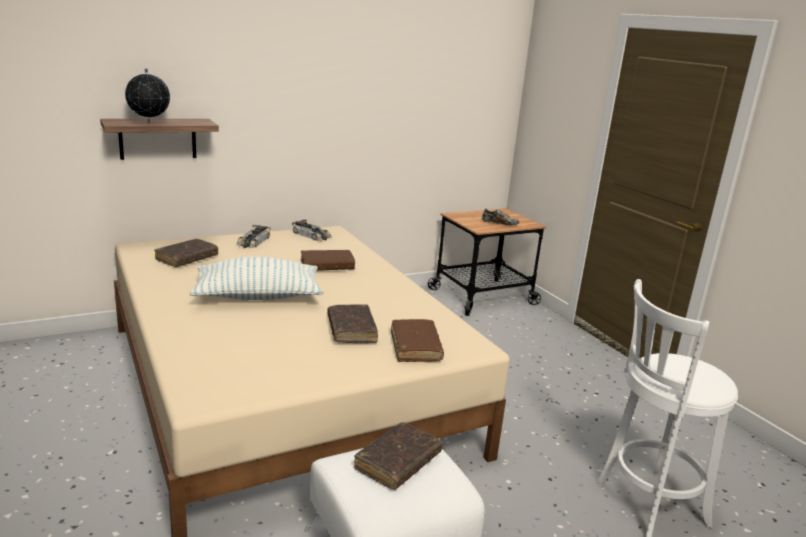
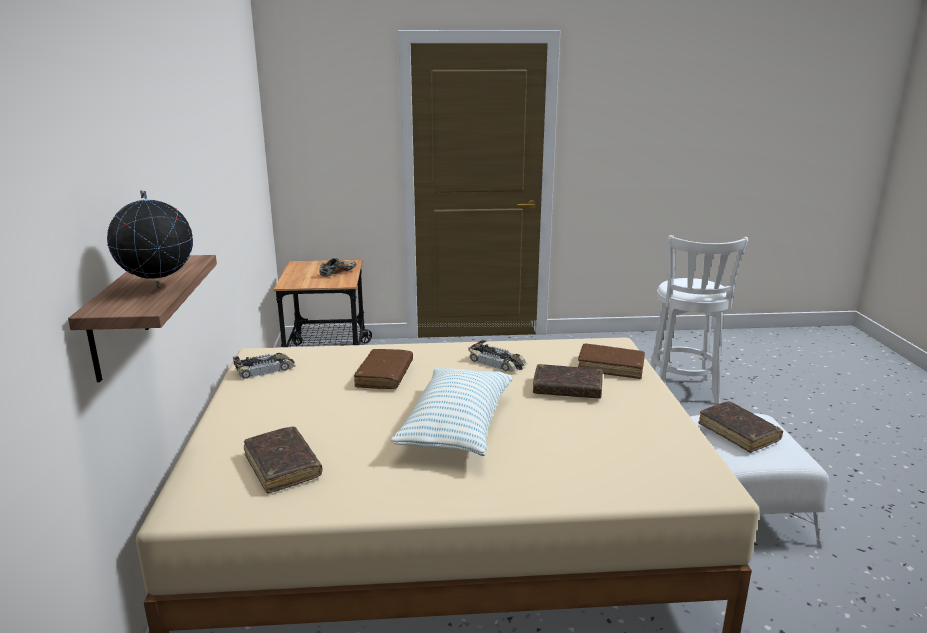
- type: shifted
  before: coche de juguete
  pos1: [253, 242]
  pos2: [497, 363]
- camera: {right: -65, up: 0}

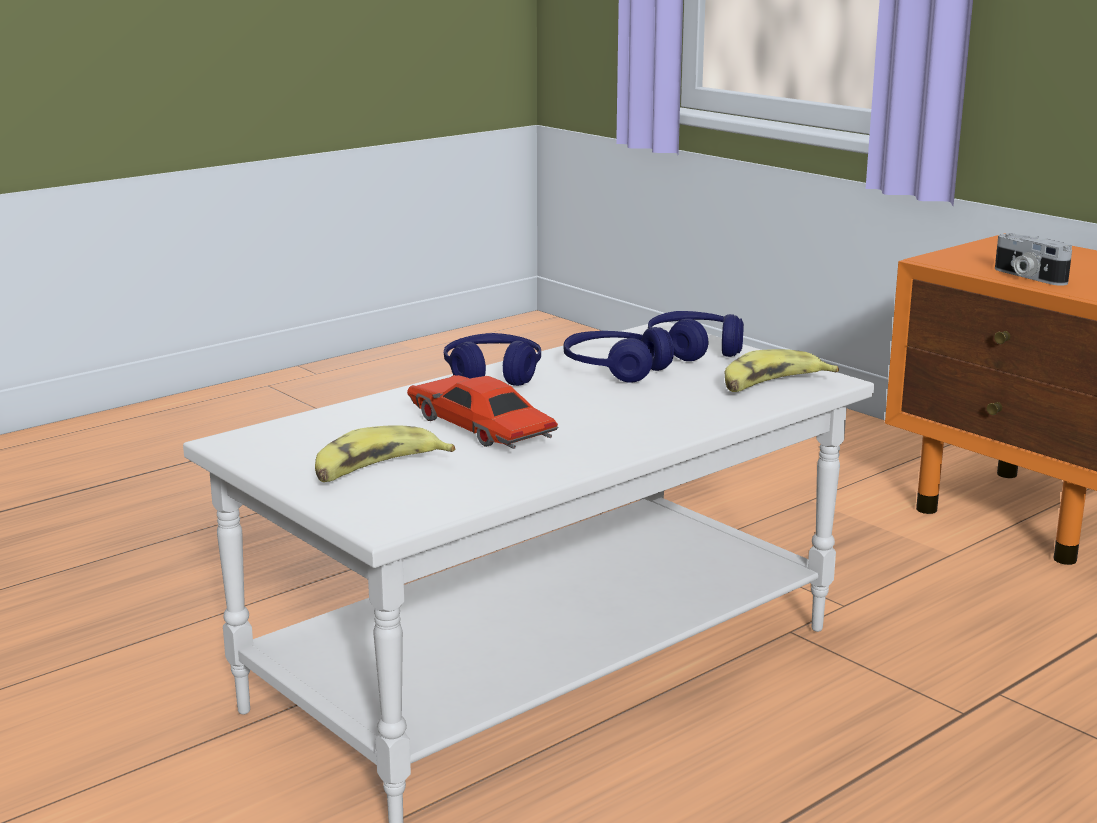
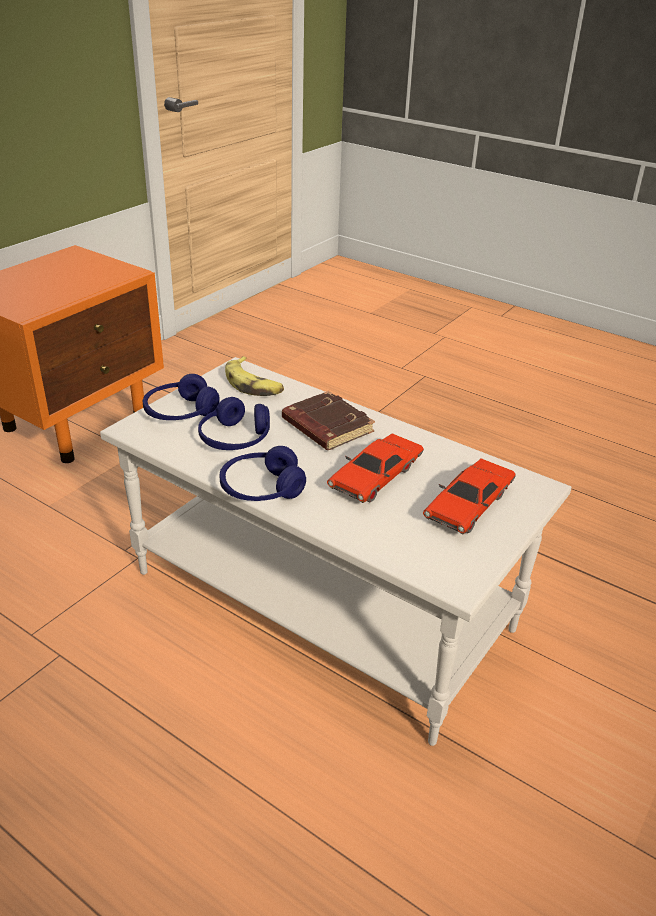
- type: gone
  before: cámara
  pos1: [1027, 276]
- type: new
  after: libro (marrón)
  pos2: [325, 427]
- type: swapped
  before: plátano
  after: coche de juguete (rojo)
  pos1: [376, 470]
  pos2: [469, 505]
- camera: {right: -105, up: 15}

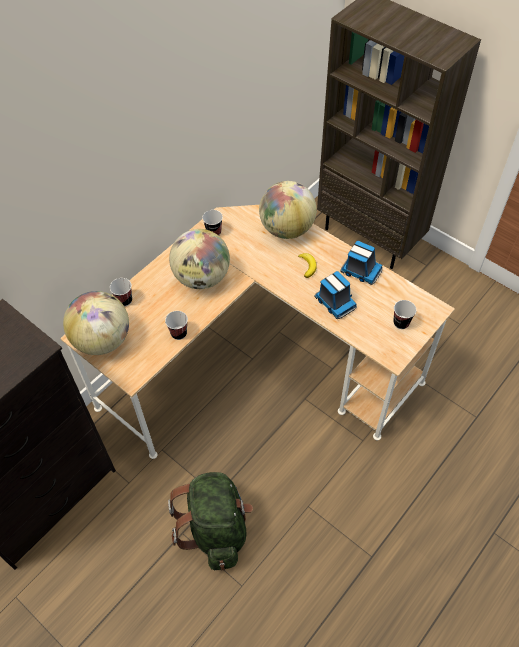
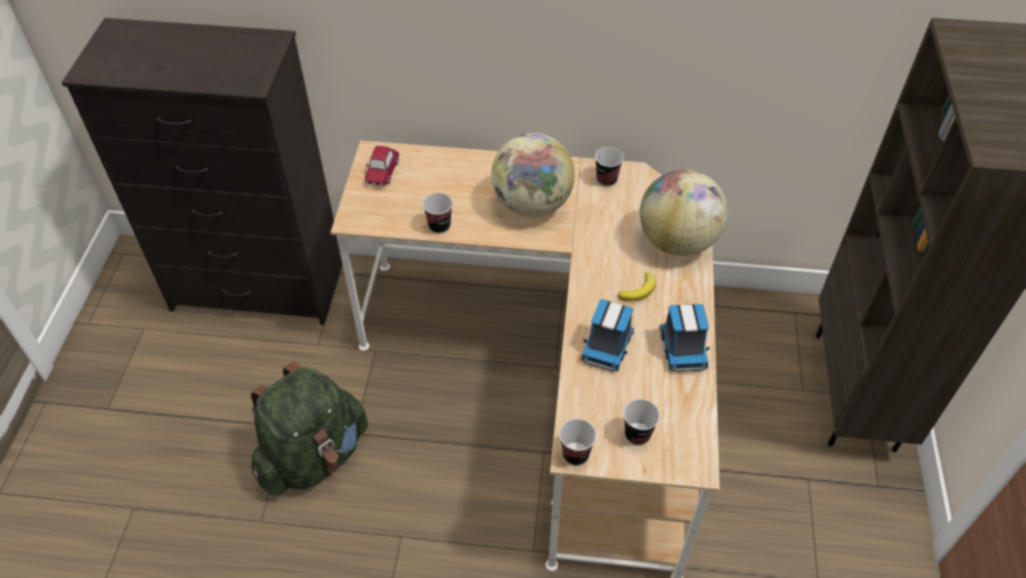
- type: shifted
  before: taza
  pos1: [124, 300]
  pos2: [575, 454]
- type: swapped
  before: globo terráqueo
  after: coche de juguete
  pos1: [103, 340]
  pos2: [382, 172]
- camera: {right: 55, up: -5}

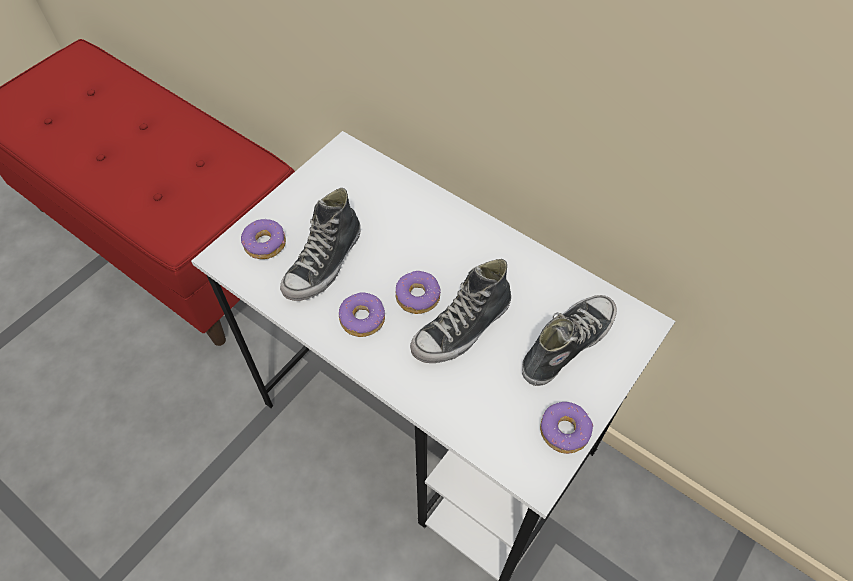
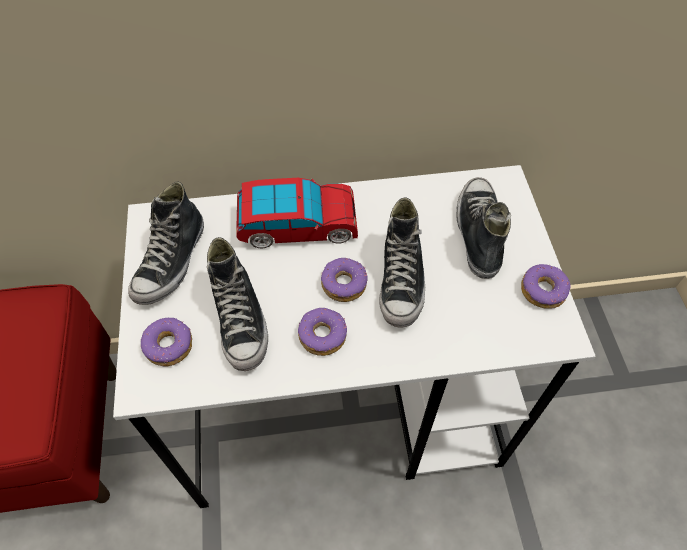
- type: new
  after: zapato
  pos2: [171, 262]
- type: new
  after: coche de juguete
  pos2: [297, 225]
- camera: {right: -45, up: 0}

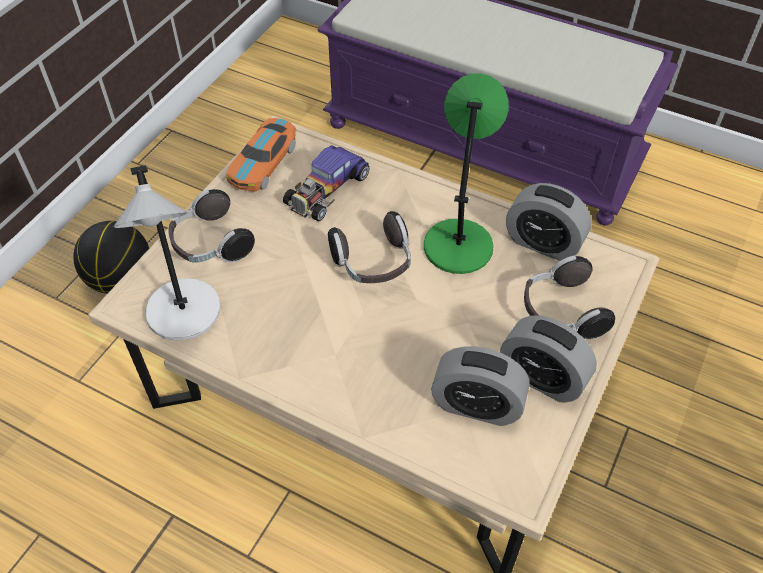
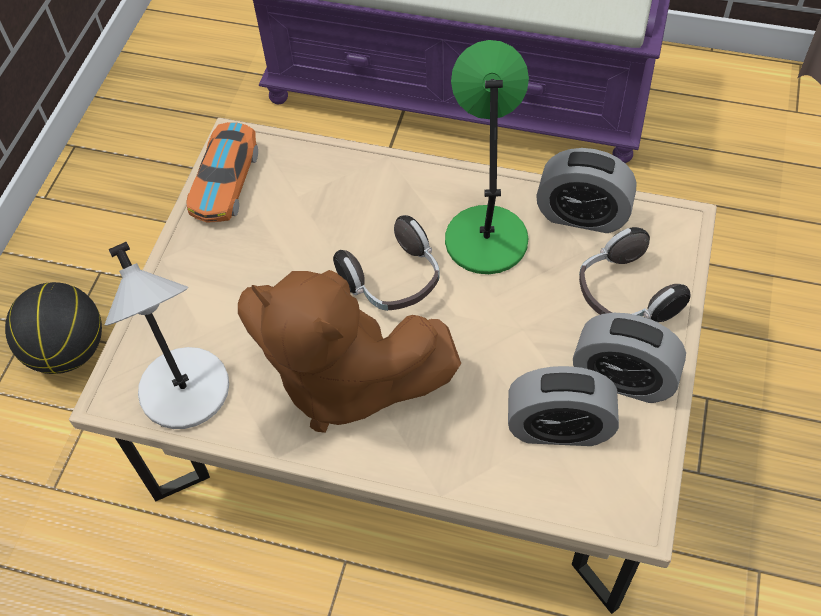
- type: gone
  before: auriculares
  pos1: [210, 244]
- type: gone
  before: coche de juguete
  pos1: [326, 189]
- type: new
  after: peluche (marrón)
  pos2: [343, 379]
- camera: {right: -10, up: 5}

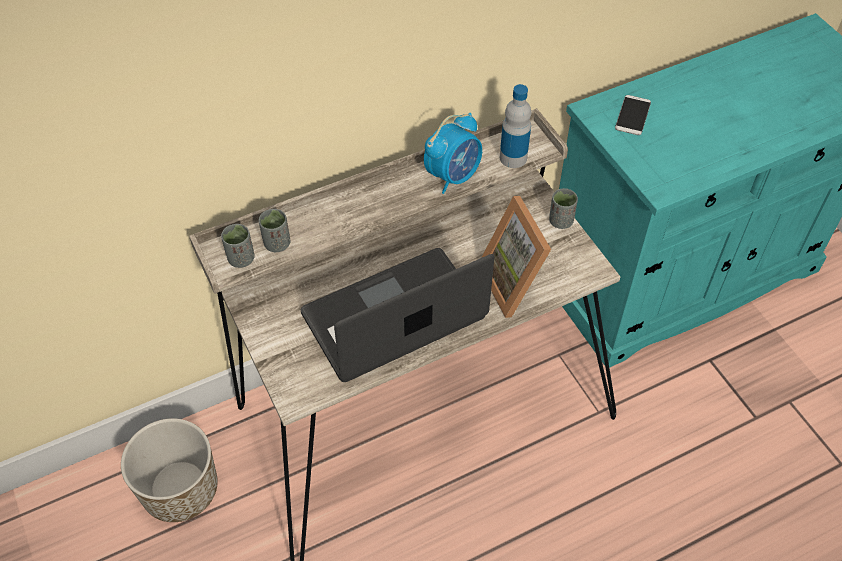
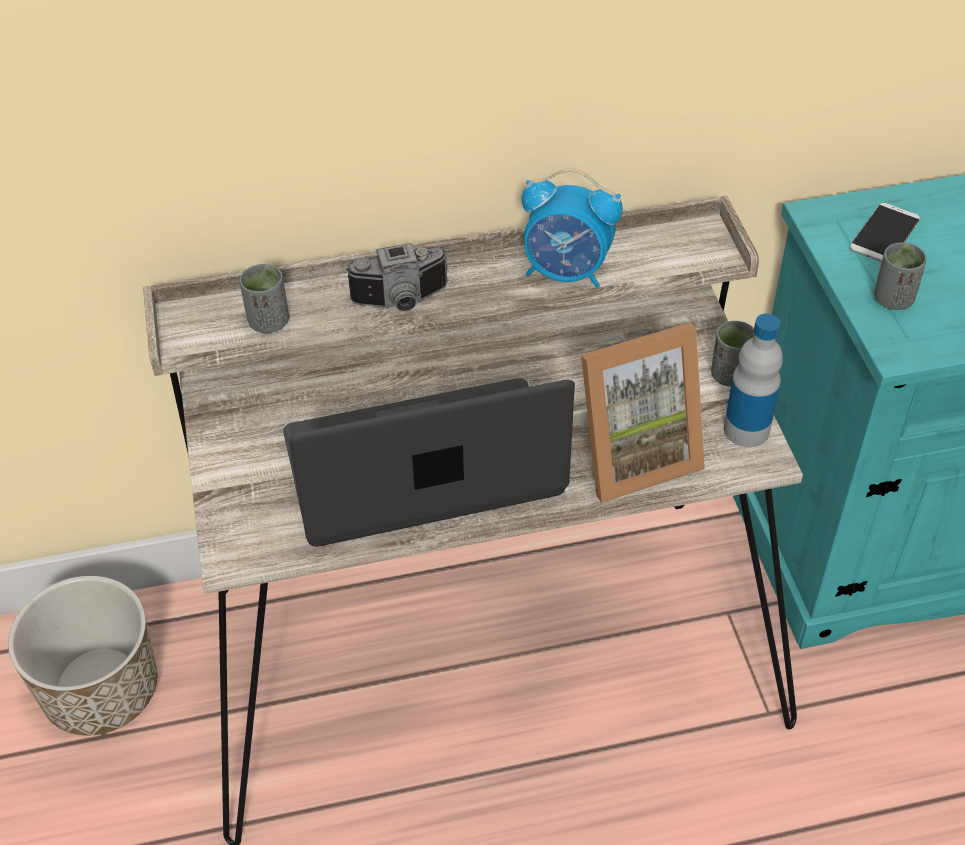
- type: new
  after: cámara
  pos2: [402, 302]
- type: shifted
  before: taza (gris)
  pos1: [241, 259]
  pos2: [893, 299]
- type: shifted
  before: botella
  pos1: [513, 158]
  pos2: [746, 430]
- type: rotated
  before: despertador
  pos1: [453, 176]
  pos2: [567, 272]
  turn: 45
- type: rotated
  before: portarretratos
  pos1: [517, 283]
  pos2: [631, 454]
  turn: -105
- camera: {right: 15, up: -5}

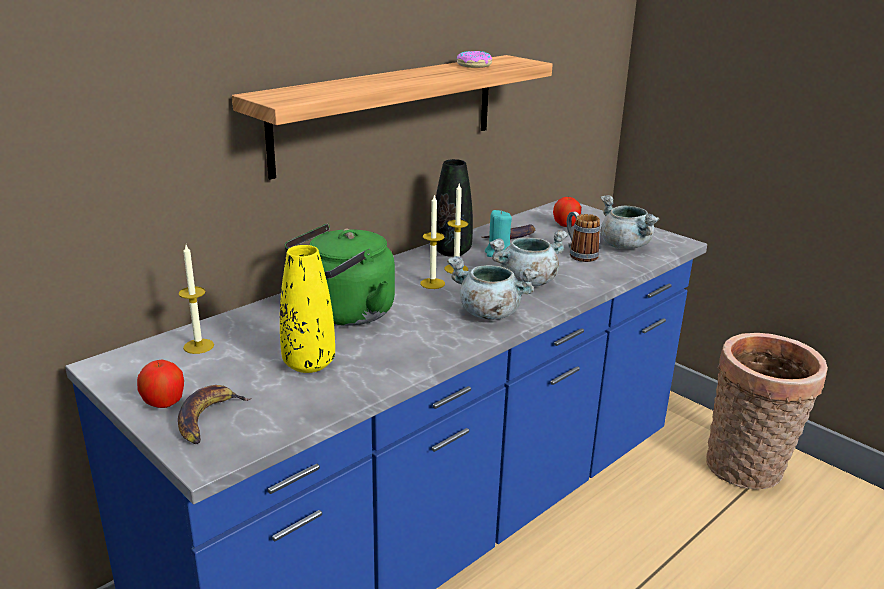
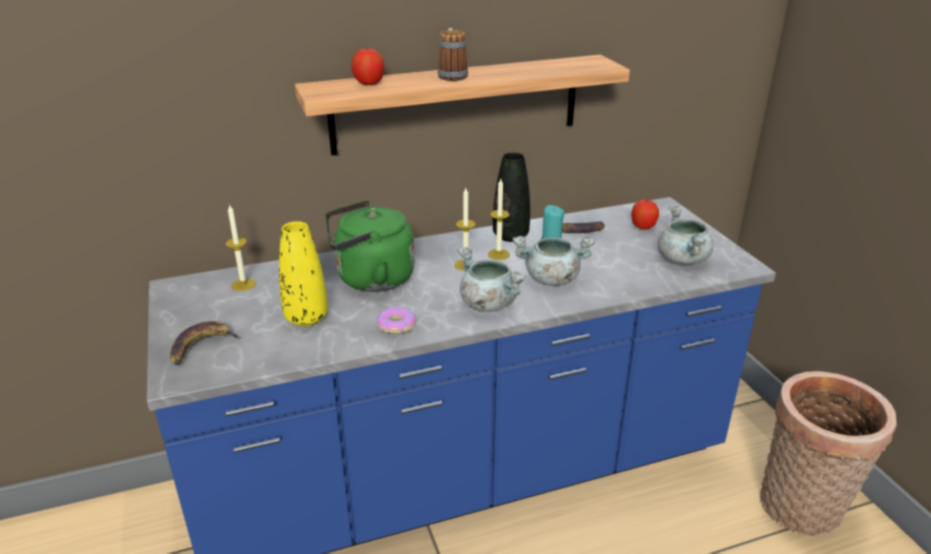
- type: shifted
  before: manzana
  pos1: [164, 403]
  pos2: [369, 83]
- type: shifted
  before: rosquilla
  pos1: [474, 65]
  pos2: [396, 325]
- type: shifted
  before: taza grande
  pos1: [579, 254]
  pos2: [452, 75]
- camera: {right: 25, up: 5}

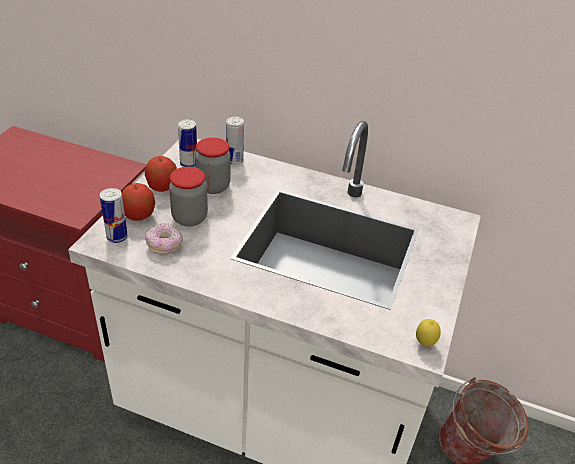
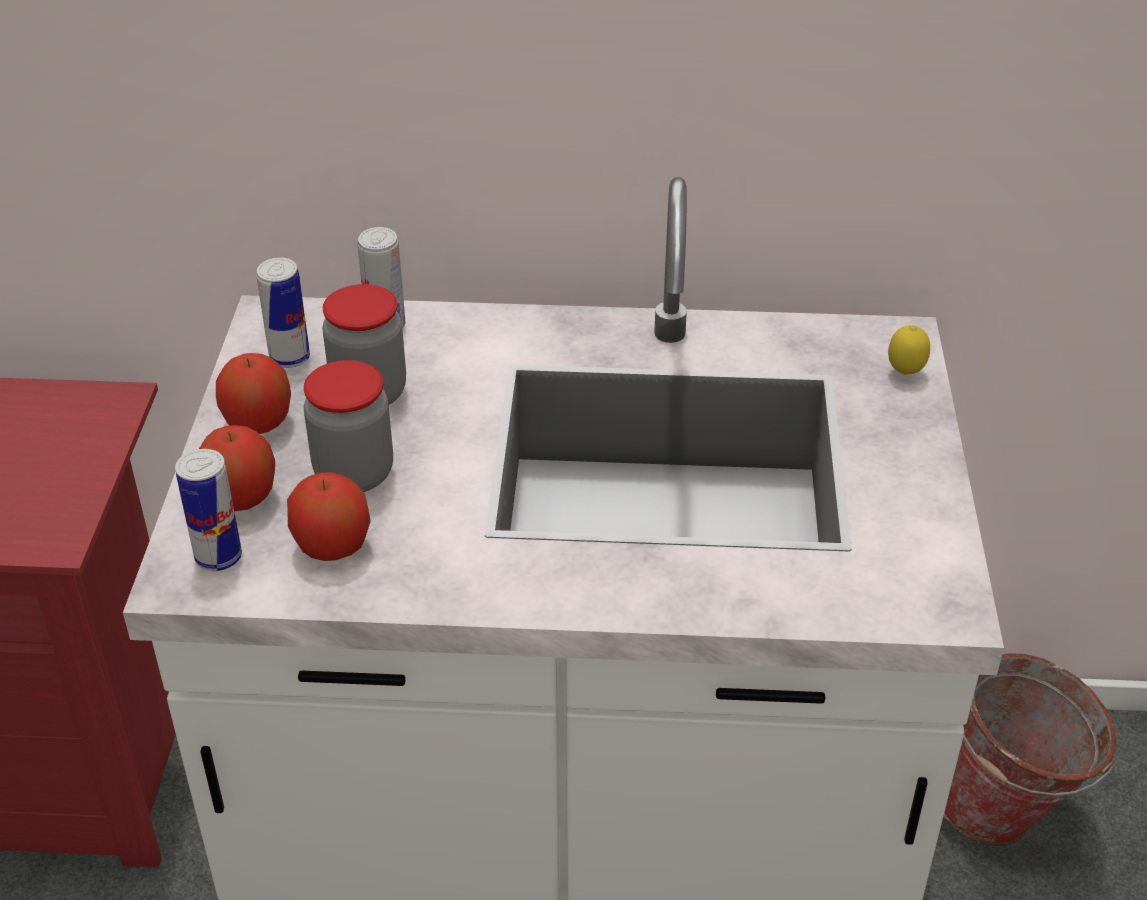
- type: shifted
  before: limón
  pos1: [424, 343]
  pos2: [905, 373]
- type: swapped
  before: rosquilla
  after: manzana
  pos1: [164, 245]
  pos2: [332, 547]
- camera: {right: -15, up: 0}

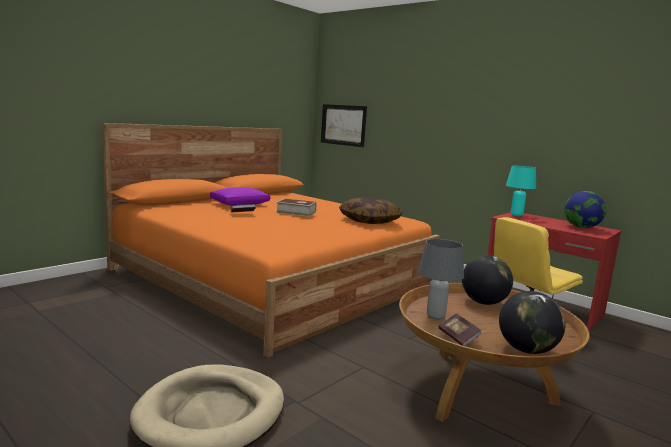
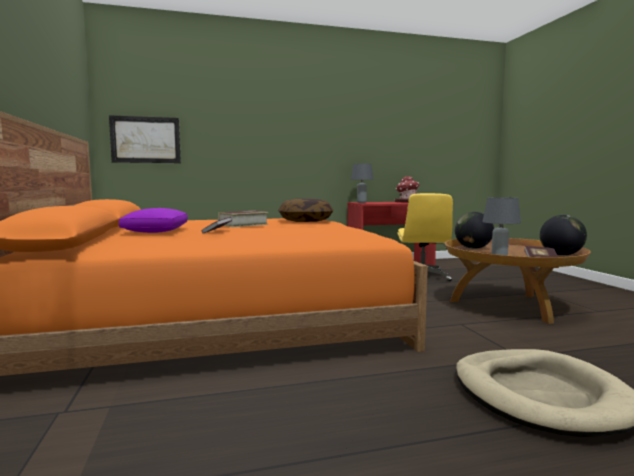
- type: swapped
  before: globo terráqueo
  after: casita
  pos1: [581, 227]
  pos2: [407, 202]
- type: repainted
  before: lámpara de mesa (turquesa)
  after: lámpara de mesa (gris)
  pos1: [516, 215]
  pos2: [361, 202]
- camera: {right: -55, up: -5}

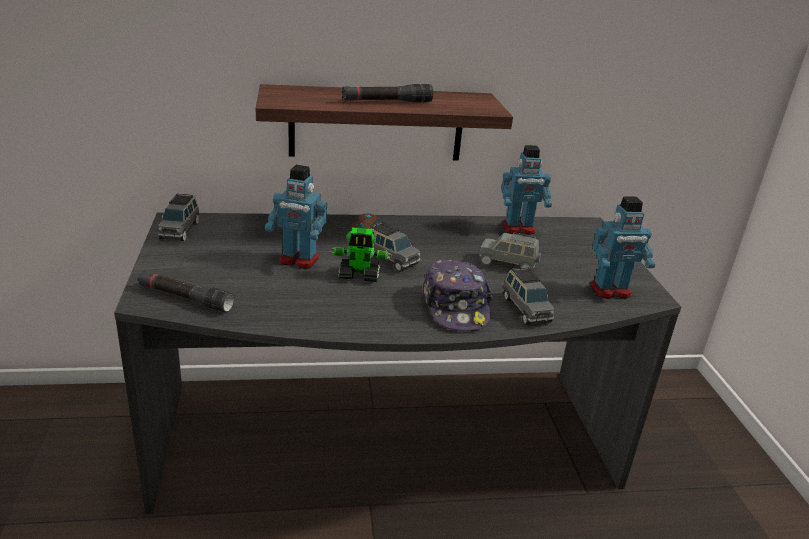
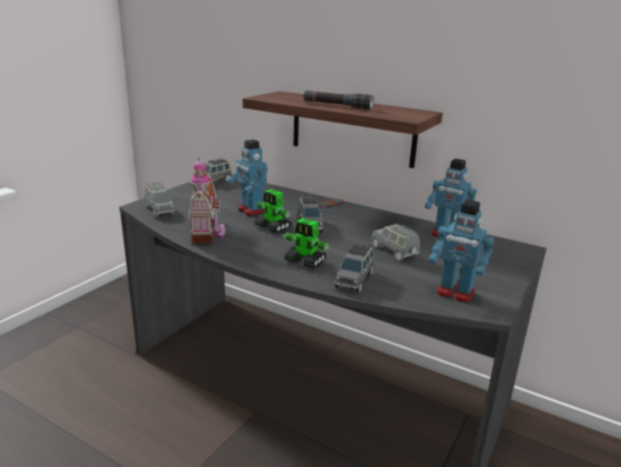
- type: new
  after: casita
  pos2: [208, 233]
- type: swapped
  before: linterna (negro)
  after: coche de juguete (gris)
  pos1: [185, 298]
  pos2: [159, 210]
- type: swapped
  before: gorra
  after: robot de juguete
  pos1: [456, 307]
  pos2: [305, 262]
- camera: {right: 40, up: -5}

